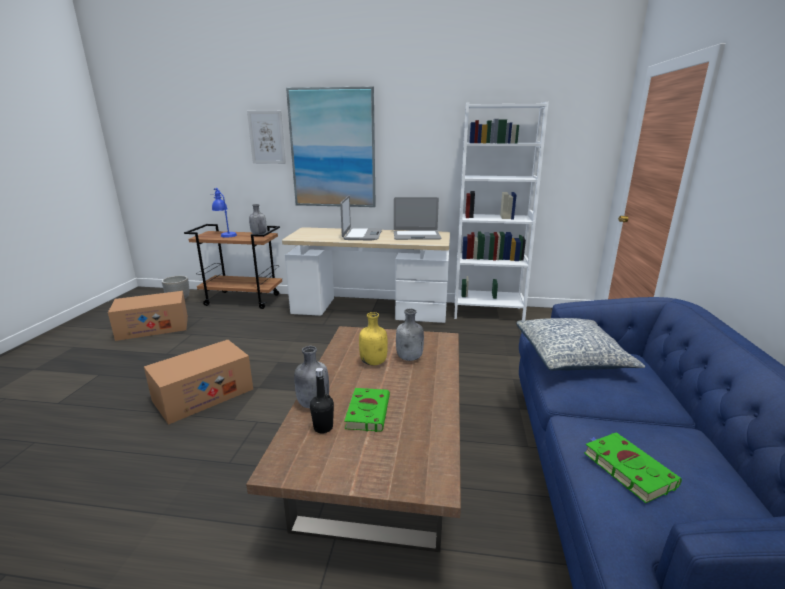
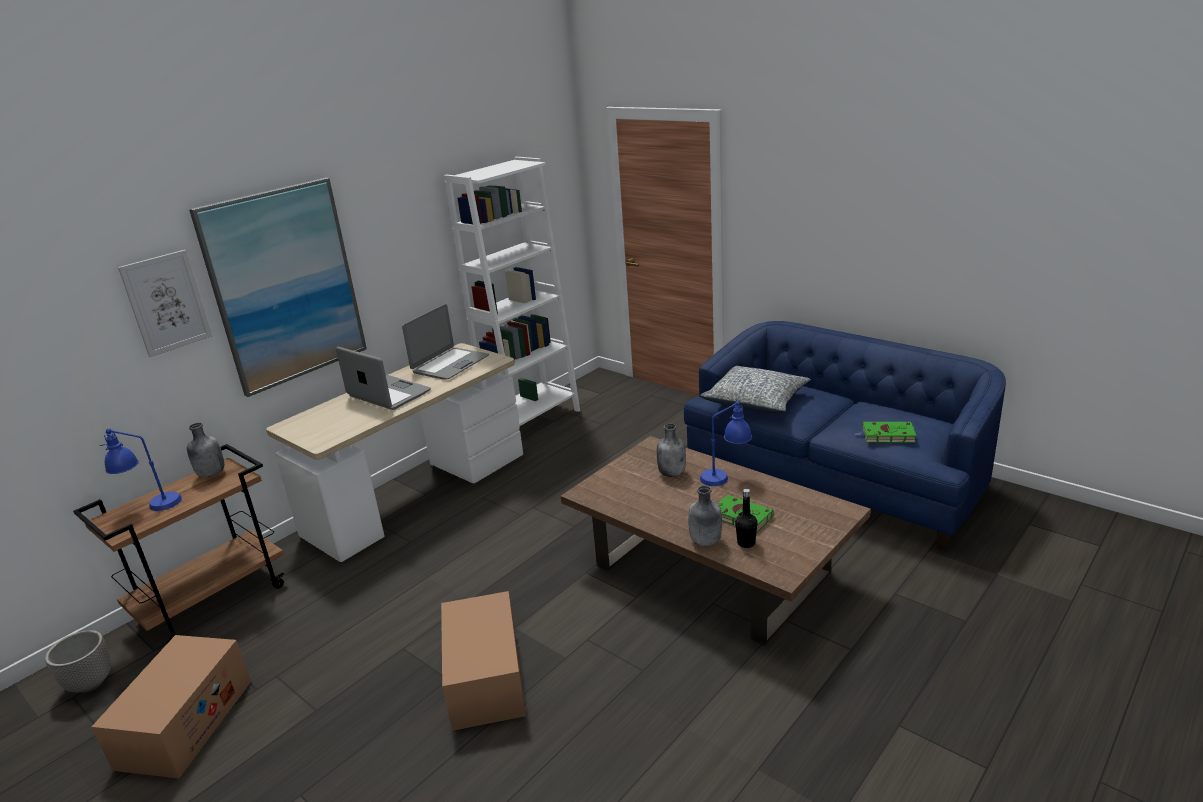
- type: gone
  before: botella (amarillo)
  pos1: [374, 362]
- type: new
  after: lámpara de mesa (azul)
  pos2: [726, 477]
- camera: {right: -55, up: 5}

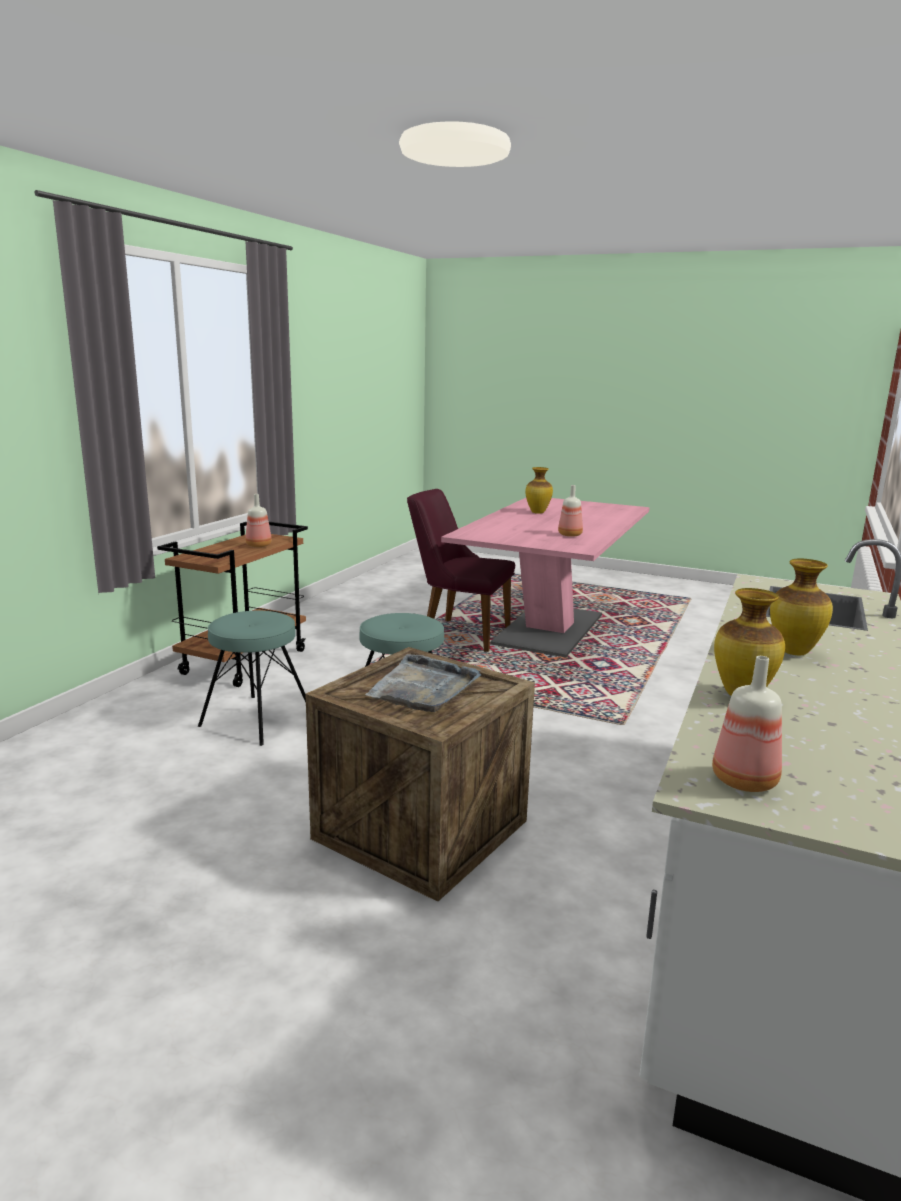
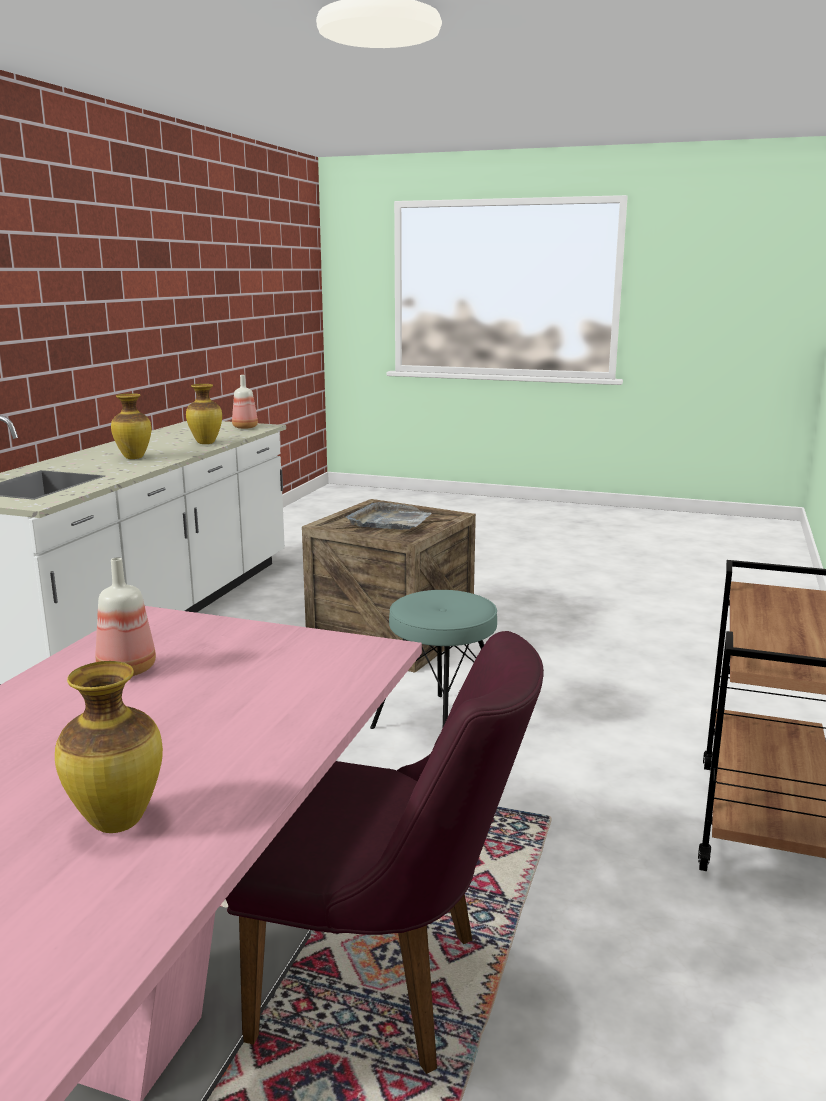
- type: gone
  before: taburete (turquesa)
  pos1: [256, 720]
- type: gone
  before: botella
  pos1: [258, 545]
- camera: {right: 175, up: 0}

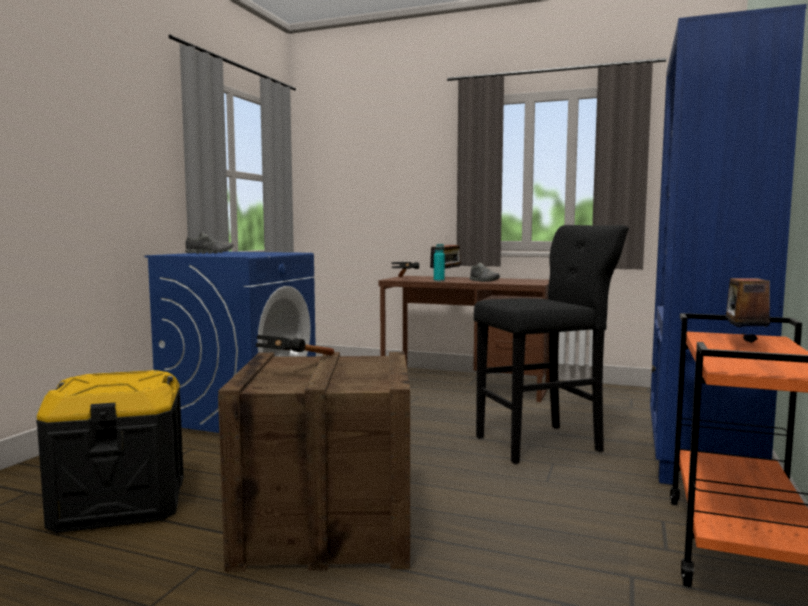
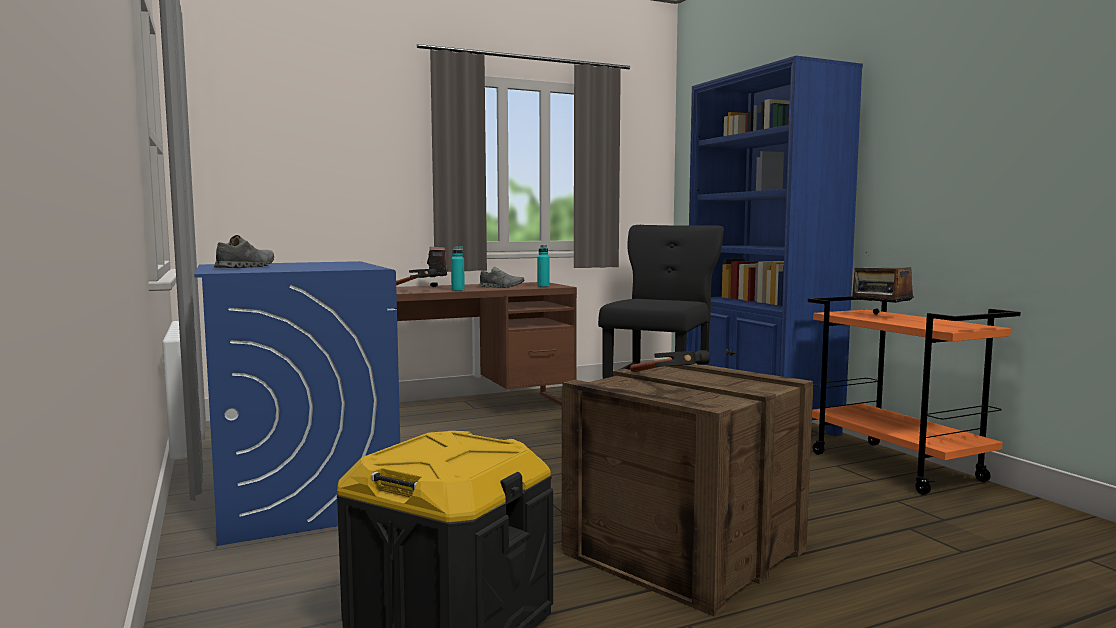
- type: new
  after: botella (turquesa)
  pos2: [543, 286]
- camera: {right: -45, up: 0}

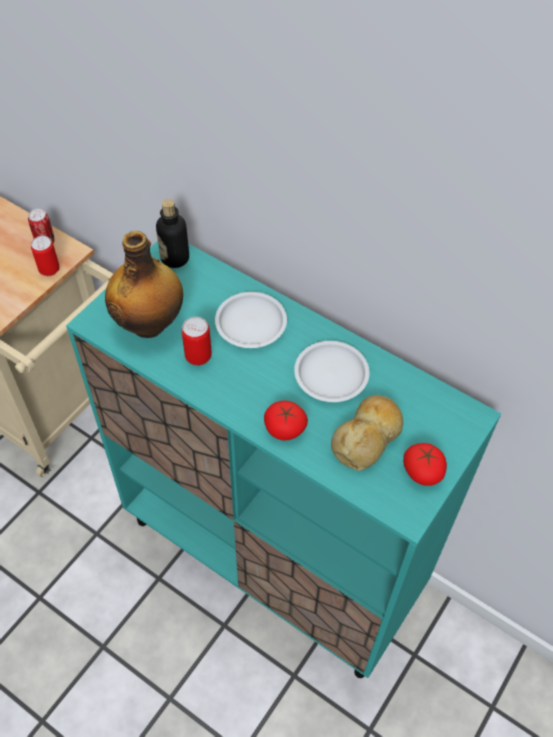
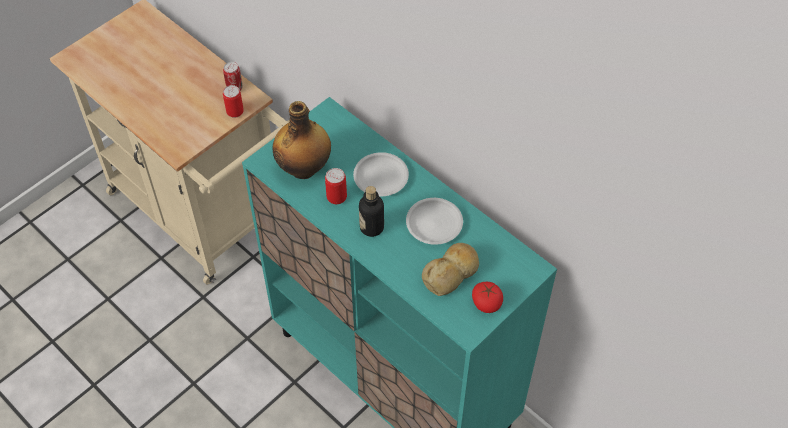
- type: gone
  before: tomate
  pos1: [285, 428]
- type: shifted
  before: botella
  pos1: [175, 258]
  pos2: [371, 227]
- camera: {right: 10, up: 0}

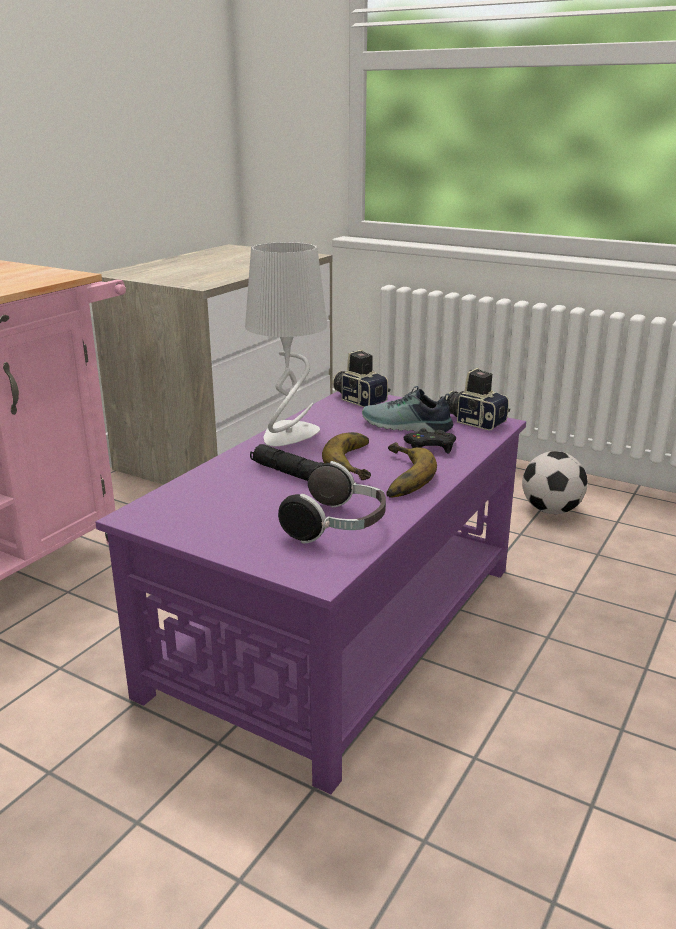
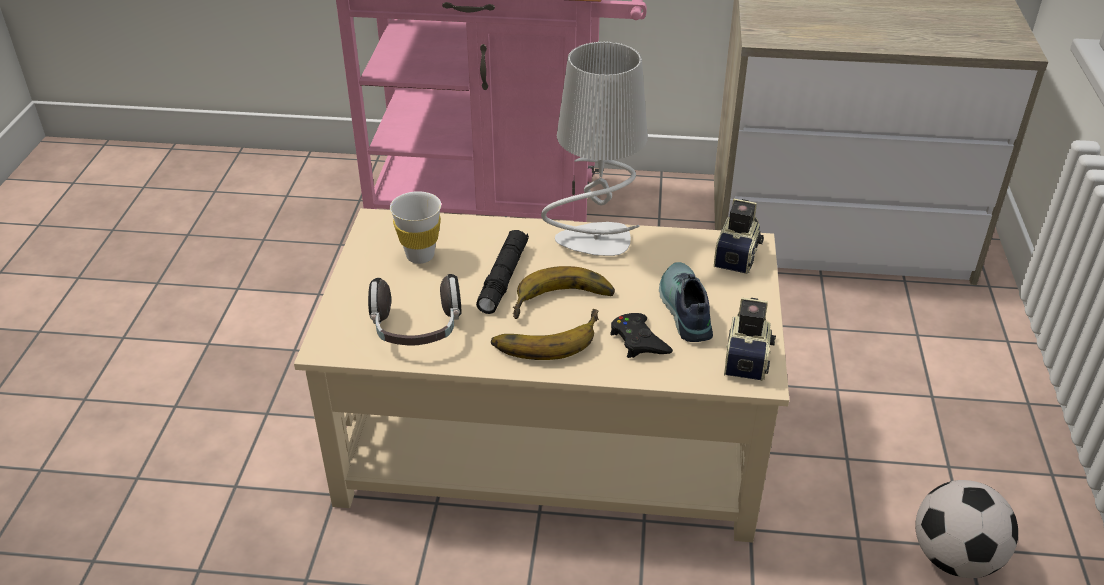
- type: new
  after: taza (blanco)
  pos2: [420, 256]
- type: repainted
  before: mesa de centro (morado)
  after: mesa de centro (beis)
  pos1: [338, 628]
  pos2: [549, 437]
- camera: {right: 65, up: 15}

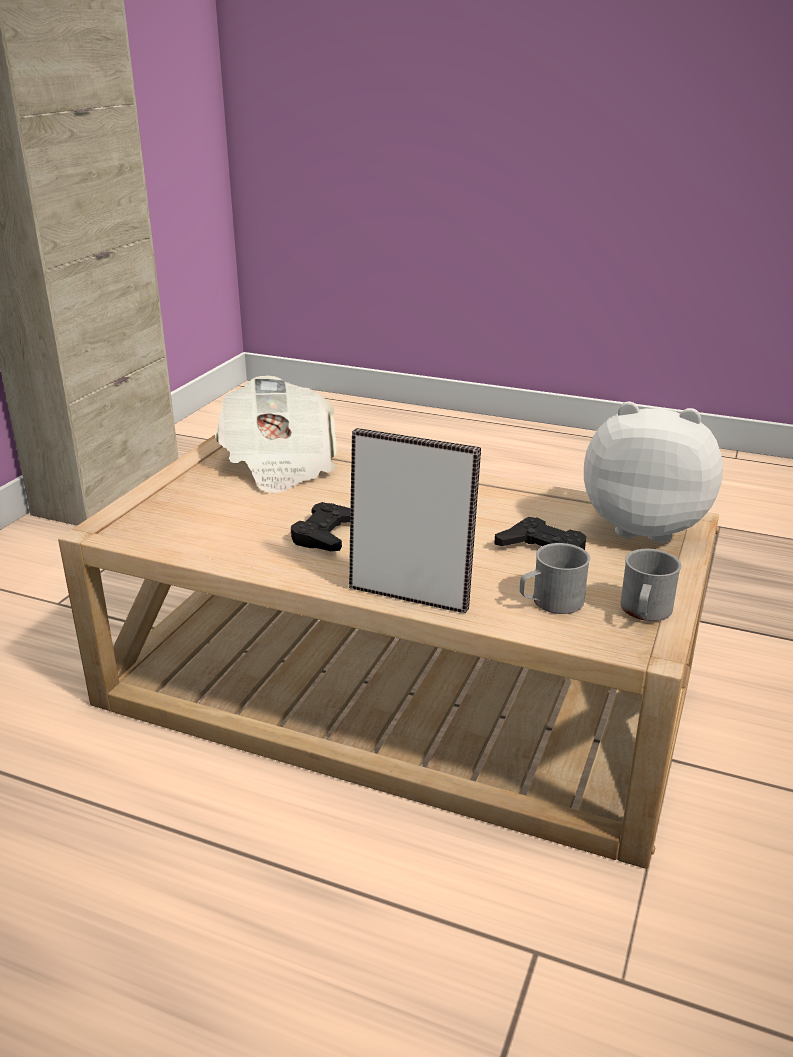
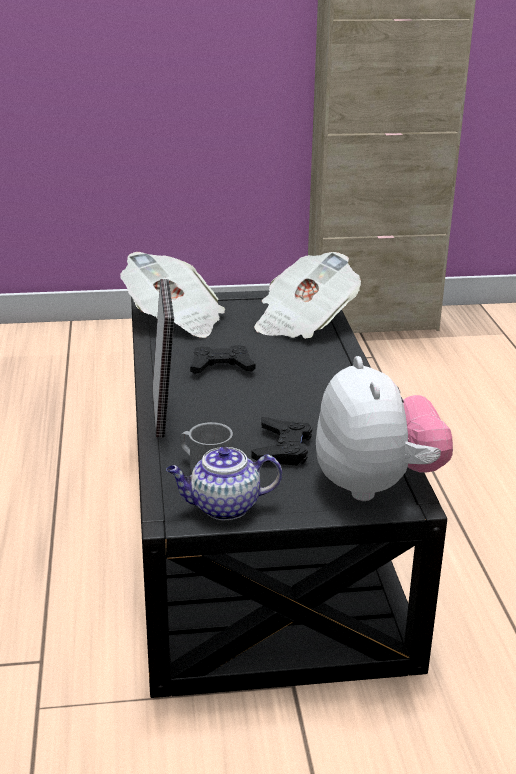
- type: new
  after: periódico
  pos2: [175, 320]
- type: swapped
  before: taza grande (gris)
  after: tetera
  pos1: [644, 612]
  pos2: [223, 507]
- type: repainted
  before: mesa de centro (beis)
  after: mesa de centro (negro)
  pos1: [394, 692]
  pos2: [252, 522]
- camera: {right: 60, up: 0}

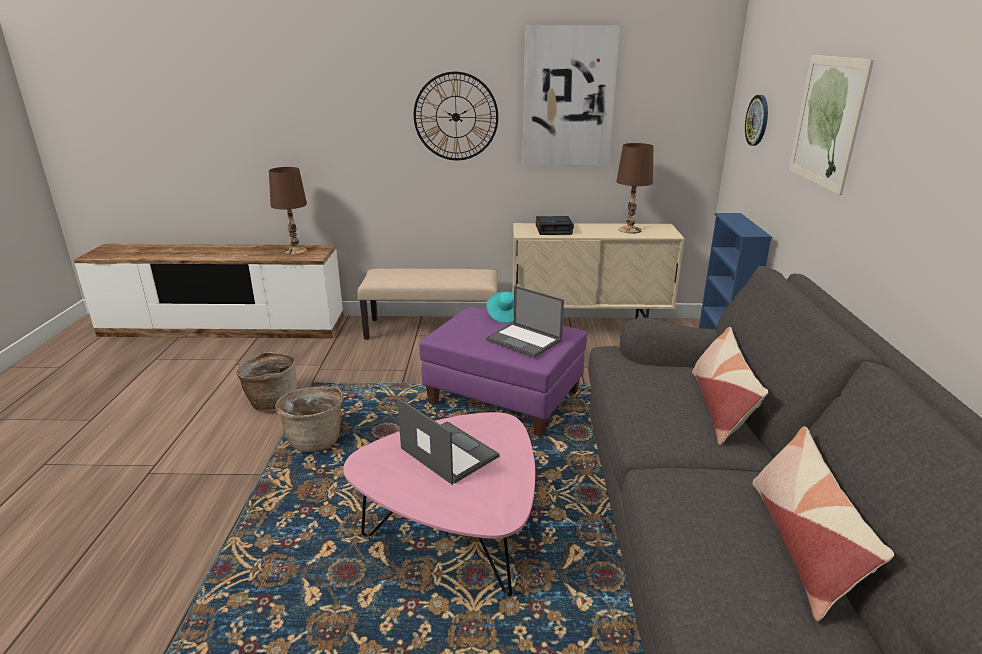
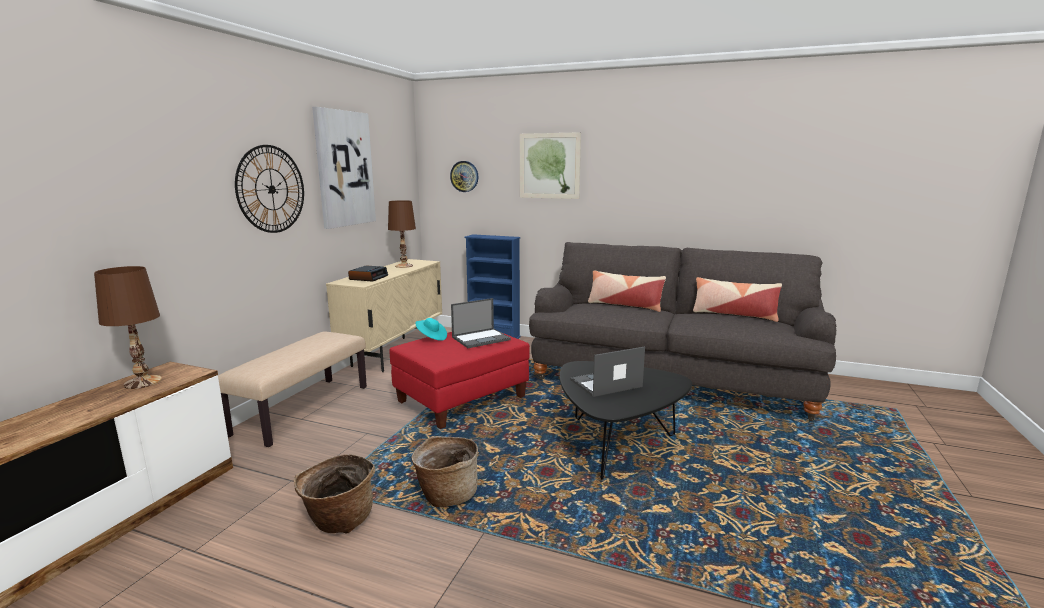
- type: repainted
  before: mesa de centro (rosa)
  after: mesa de centro (negro)
  pos1: [455, 537]
  pos2: [616, 444]
- type: repainted
  before: puf (morado)
  after: puf (rojo)
  pos1: [504, 398]
  pos2: [461, 400]
- camera: {right: -70, up: -10}

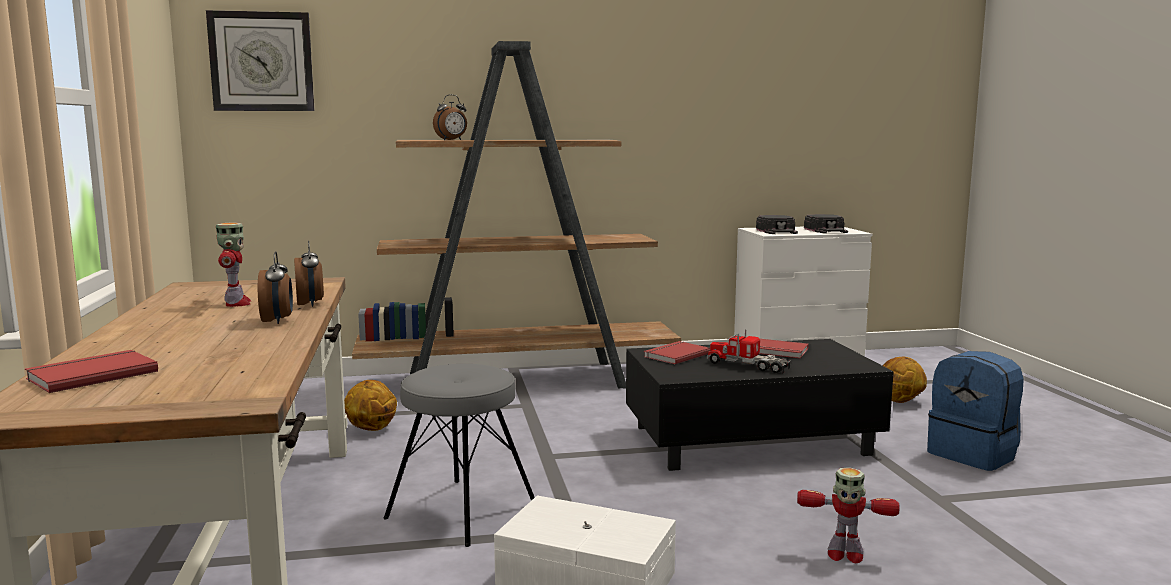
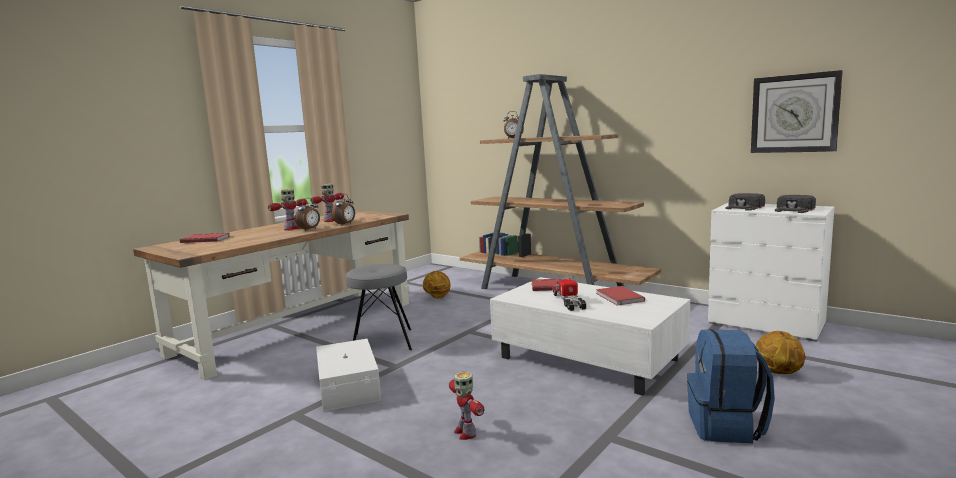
- type: new
  after: robot de juguete
  pos2: [292, 229]
- type: shifted
  before: reloj de pared
  pos1: [262, 62]
  pos2: [794, 113]
- type: repainted
  before: mesa de centro (negro)
  after: mesa de centro (blanco)
  pos1: [748, 440]
  pos2: [586, 358]
- camera: {right: 50, up: 0}

